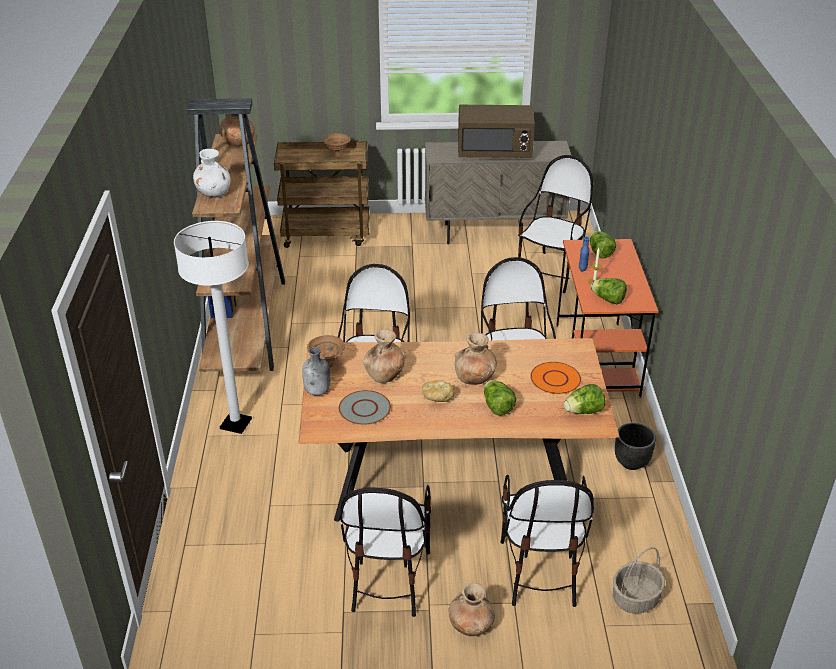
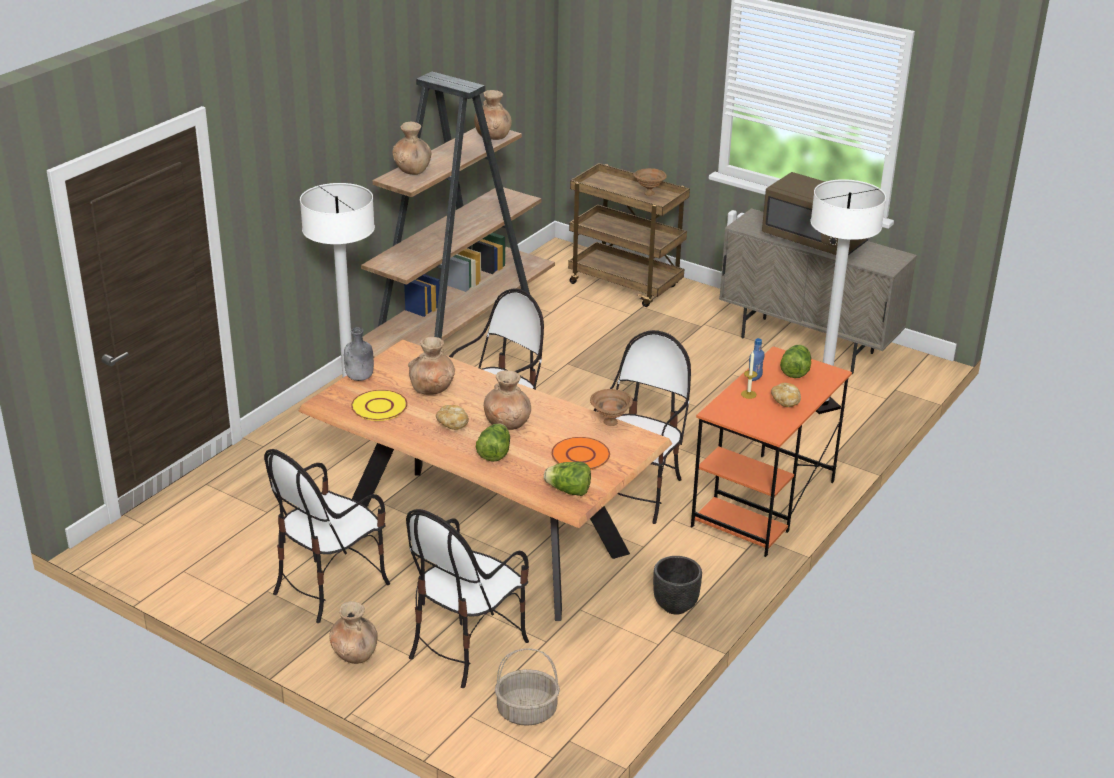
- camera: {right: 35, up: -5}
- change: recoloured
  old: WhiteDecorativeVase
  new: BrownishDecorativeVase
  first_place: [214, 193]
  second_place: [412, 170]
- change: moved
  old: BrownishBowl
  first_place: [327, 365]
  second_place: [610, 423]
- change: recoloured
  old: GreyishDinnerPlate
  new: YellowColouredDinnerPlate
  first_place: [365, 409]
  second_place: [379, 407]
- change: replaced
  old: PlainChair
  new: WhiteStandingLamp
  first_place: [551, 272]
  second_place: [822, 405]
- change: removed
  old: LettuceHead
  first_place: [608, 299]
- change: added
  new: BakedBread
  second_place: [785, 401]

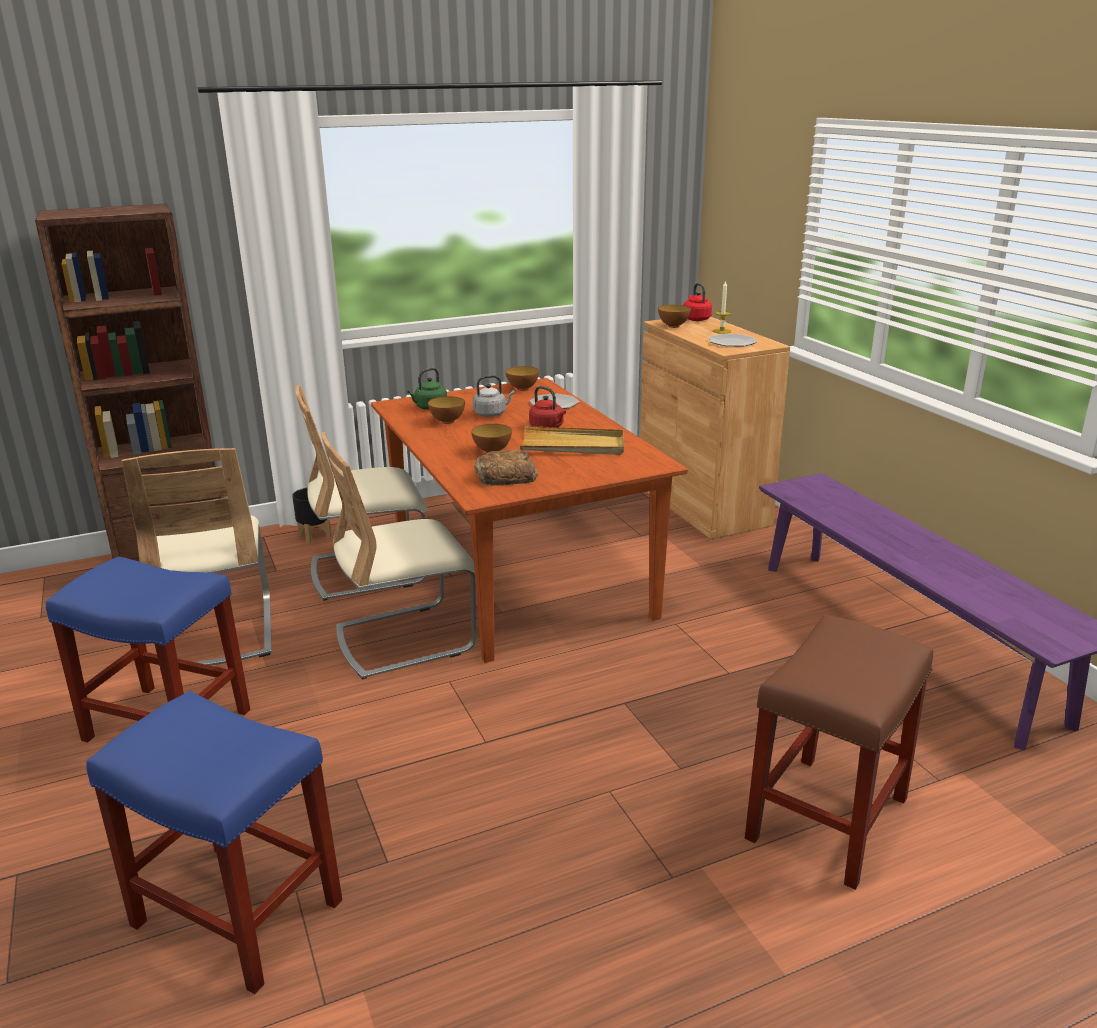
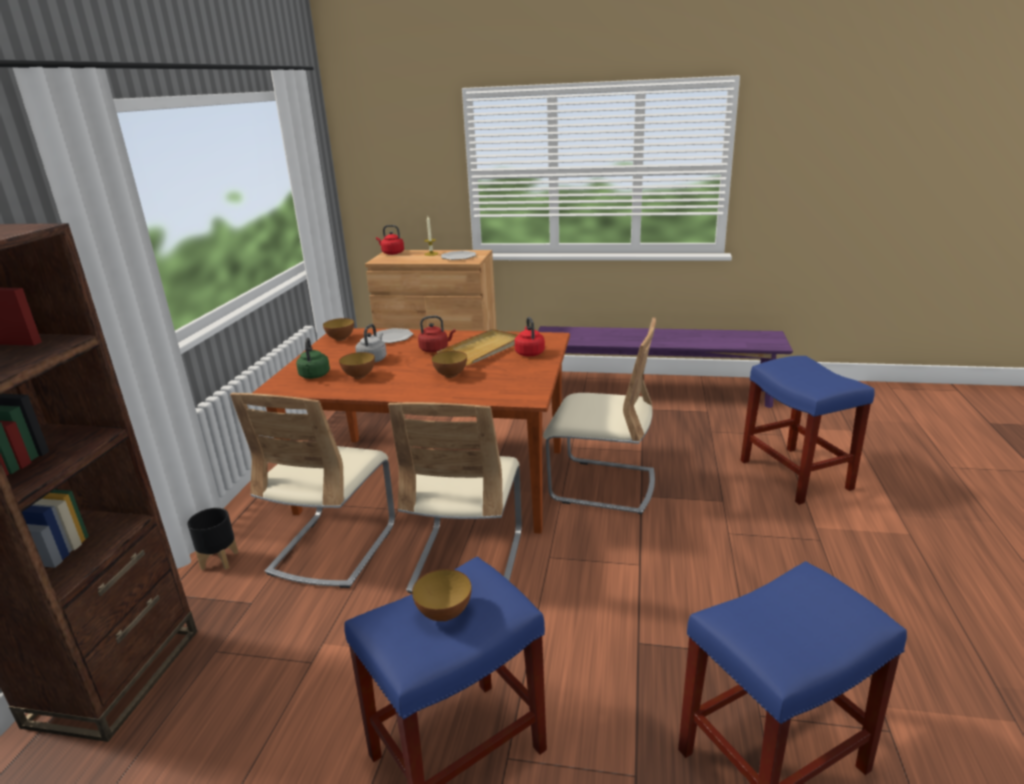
- camera: {right: -55, up: 0}
- change: moved
  old: BeigeColouredPlainChair
  first_place: [218, 633]
  second_place: [602, 486]
- change: removed
  old: BakedBread
  first_place: [505, 476]
- change: moved
  old: Bowl
  first_place: [673, 326]
  second_place: [444, 614]
- change: recoloured
  old: BrownishStool
  new: BluishStool
  first_place: [827, 820]
  second_place: [796, 475]
- change: added
  new: ReddishTeaKettle
  second_place: [529, 353]

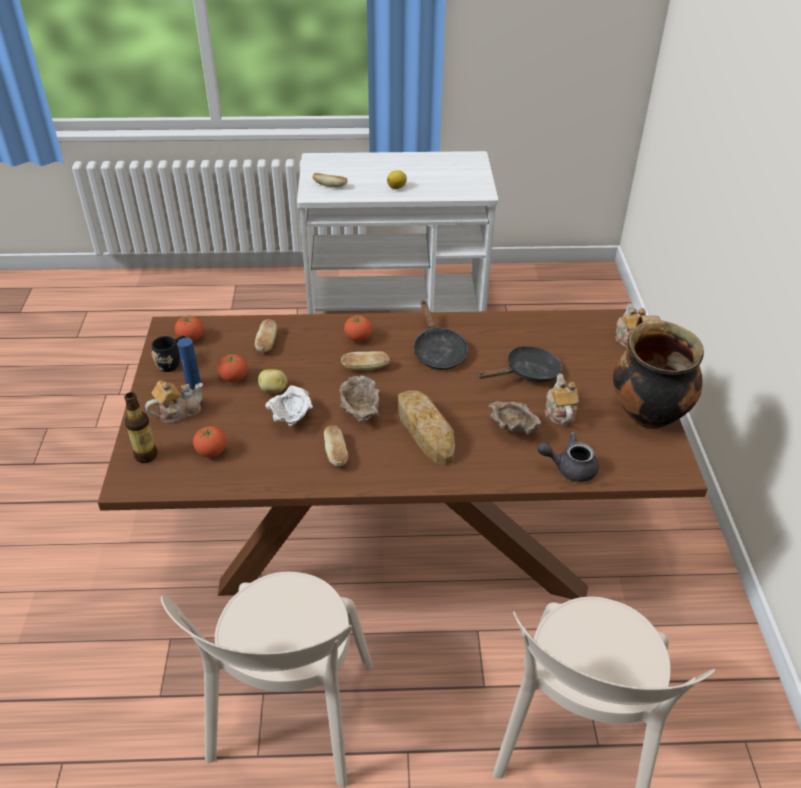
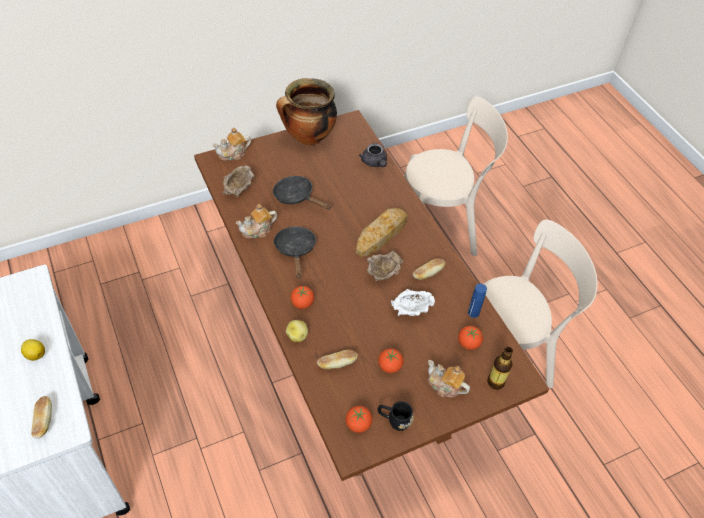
- camera: {right: -115, up: 10}
- change: moved
  old: BluishDrinkBottle
  first_place: [193, 384]
  second_place: [473, 313]
- change: moved
  old: WholePotato
  first_place: [274, 390]
  second_place: [297, 335]
- change: removed
  old: BakedBread
  first_place: [365, 368]
- change: turned
  old: BlackishPan
  first_place: [438, 351]
  second_place: [295, 250]
  degrees: -60
- change: moved
  old: BeigeColouredBowl
  first_place: [512, 430]
  second_place: [238, 189]
- change: moved
  old: PotForTea
  first_place: [559, 412]
  second_place: [257, 230]

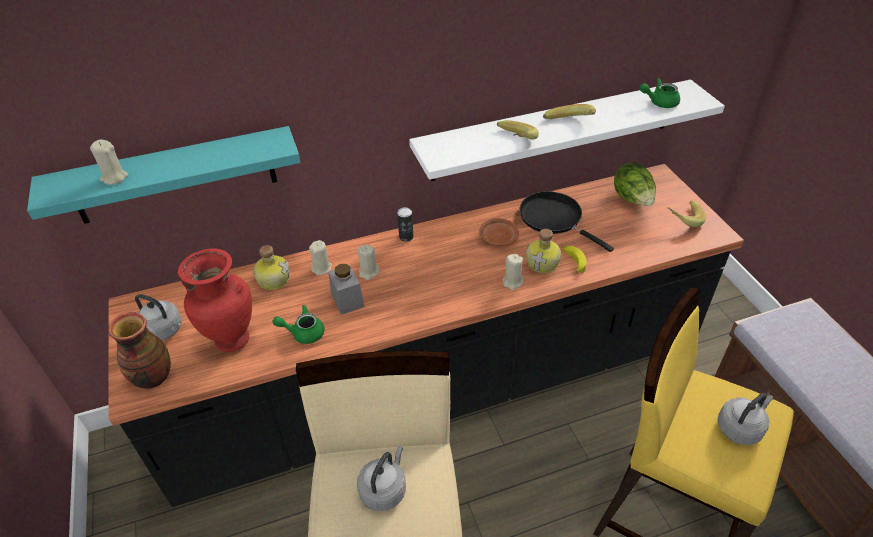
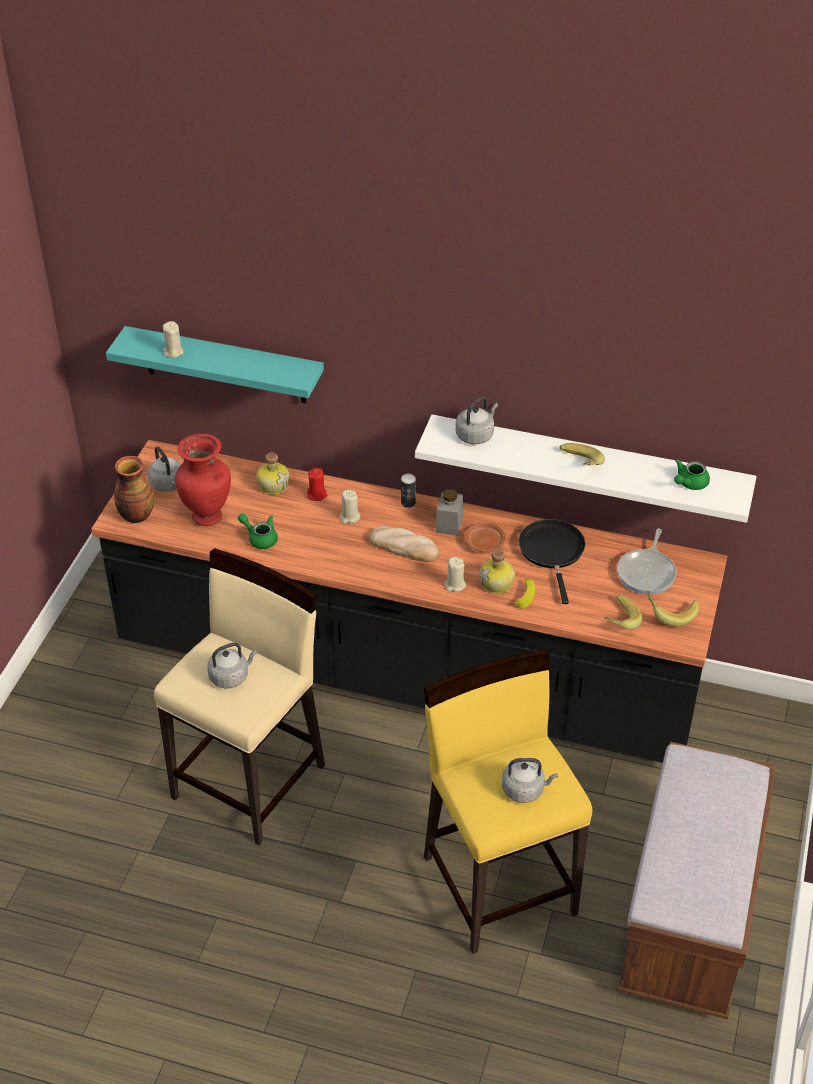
- camera: {right: 35, up: 0}
- change: recoloured
  old: BeigeColouredCandle
  new: ReddishCandle
  first_place: [322, 268]
  second_place: [317, 495]
- change: moved
  old: GreyishStorageJar
  first_place: [347, 300]
  second_place: [449, 524]
- change: moved
  old: BananaFruit
  first_place: [513, 142]
  second_place: [617, 621]
- change: replaced
  old: LettuceHead
  new: Pan
  first_place: [632, 200]
  second_place: [647, 572]
- change: turned
  old: GreenColouredPotForTea
  first_place: [659, 102]
  second_place: [689, 483]
  degrees: -75
- change: added
  new: BakedBread
  second_place: [404, 547]
- change: added
  new: GreyishTeaKettle
  second_place: [476, 435]

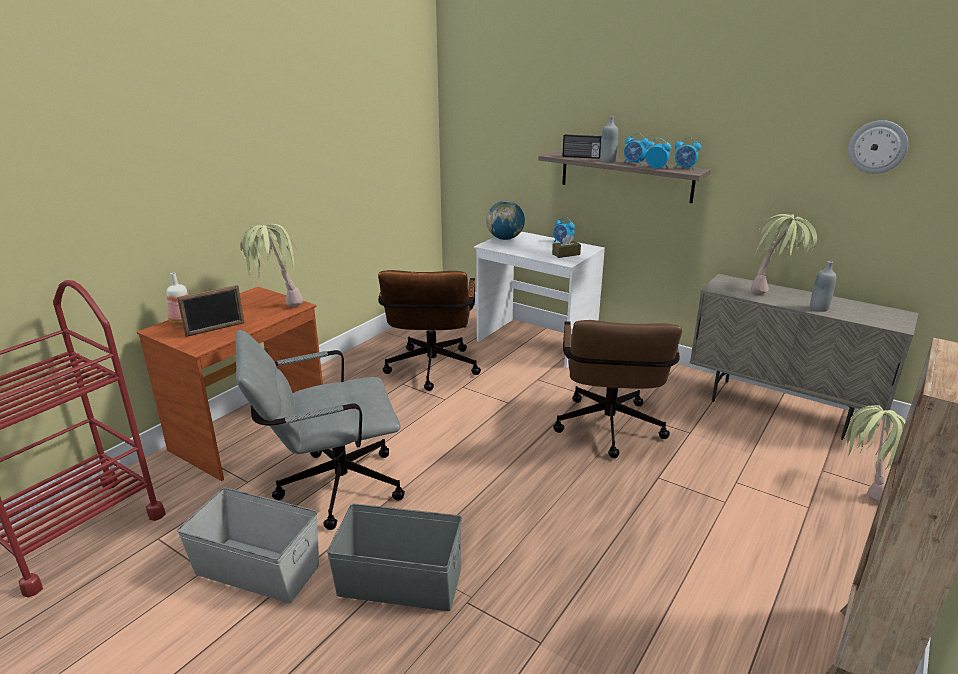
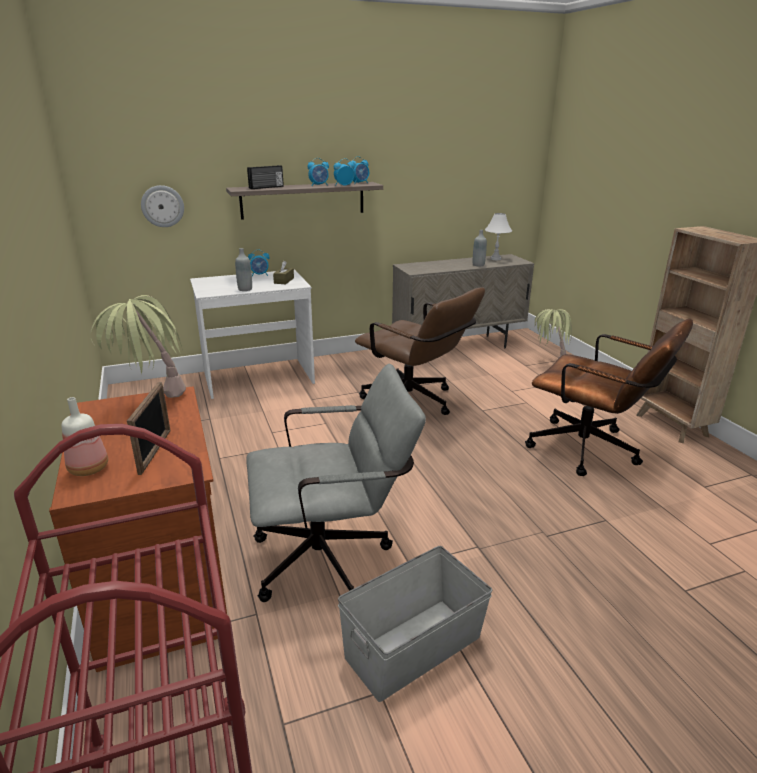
- camera: {right: -55, up: 0}
- change: turned
  old: GreyishComputerChair
  first_place: [329, 488]
  second_place: [333, 558]
  degrees: -120
- change: removed
  old: GreyishStorageContainer
  first_place: [400, 583]
- change: moved
  old: BrownishComputerChair
  first_place: [431, 372]
  second_place: [592, 451]
- change: removed
  old: DeskGlobe
  first_place: [505, 239]
- change: moved
  old: GreyishDrinkBottle
  first_place: [607, 161]
  second_place: [245, 289]
- change: removed
  old: Houseplant
  first_place: [775, 292]
- change: moved
  old: ClockOnTheWall
  first_place: [877, 147]
  second_place: [162, 206]
- change: added
  new: WhiteTableLamp
  second_place: [495, 259]

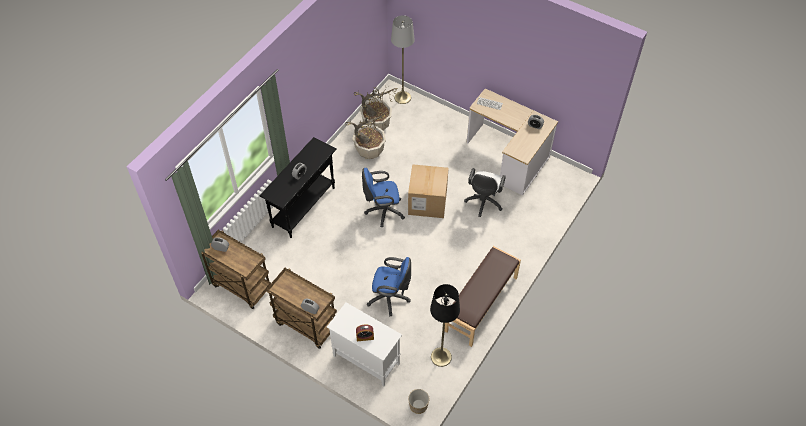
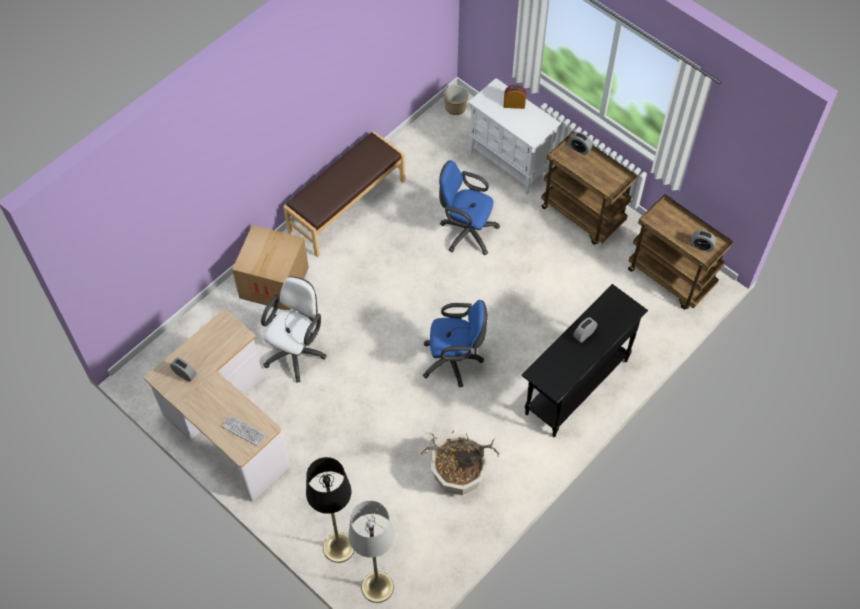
- camera: {right: -170, up: 5}
- change: removed
  old: Houseplant
  first_place: [376, 125]
- change: moved
  old: Carton
  first_place: [427, 202]
  second_place: [274, 282]
- change: moved
  old: BlackishStandingLamp
  first_place: [441, 357]
  second_place: [339, 547]

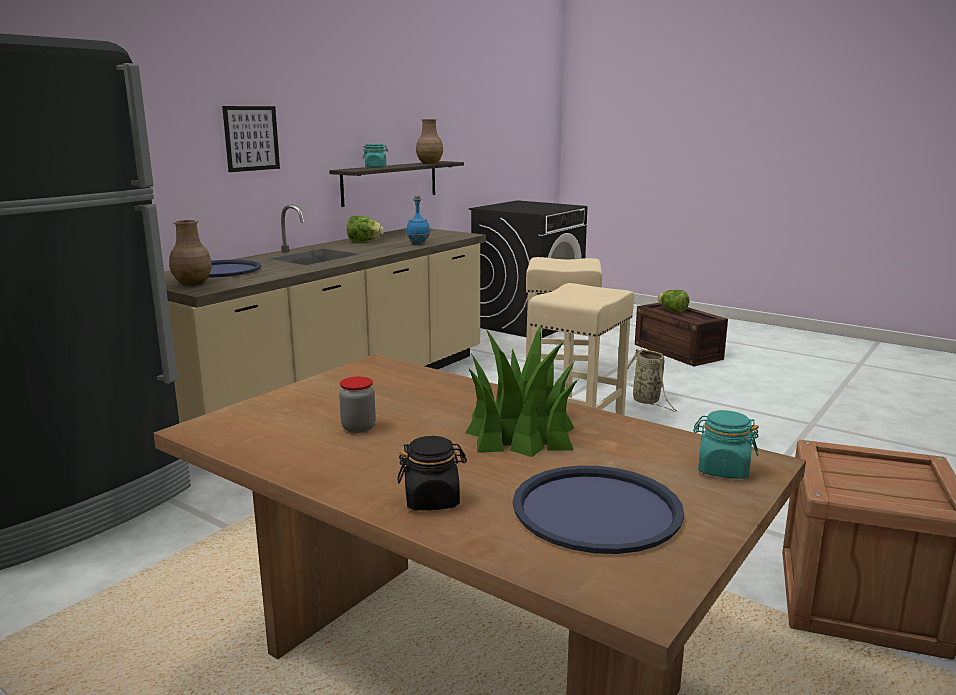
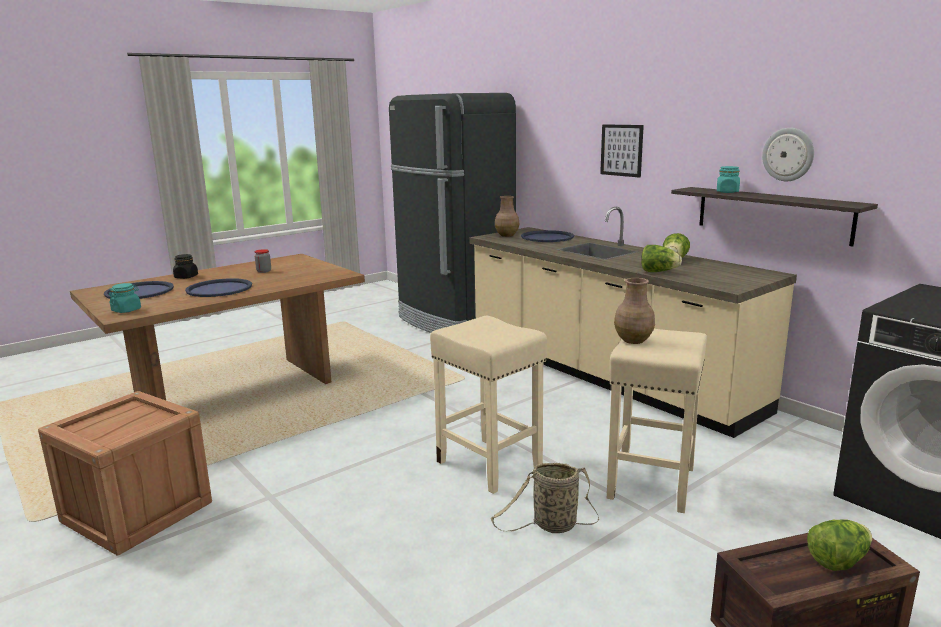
- camera: {right: 105, up: 0}
- change: replaced
  old: BluishDrinkBottle
  new: LettuceHead
  first_place: [418, 244]
  second_place: [658, 272]
- change: moved
  old: BrownishDecorativeVase
  first_place: [429, 163]
  second_place: [634, 340]
- change: replaced
  old: Houseplant
  new: BluishTray
  first_place: [521, 431]
  second_place: [219, 289]
- change: added
  new: ClockOnTheWall
  second_place: [788, 154]

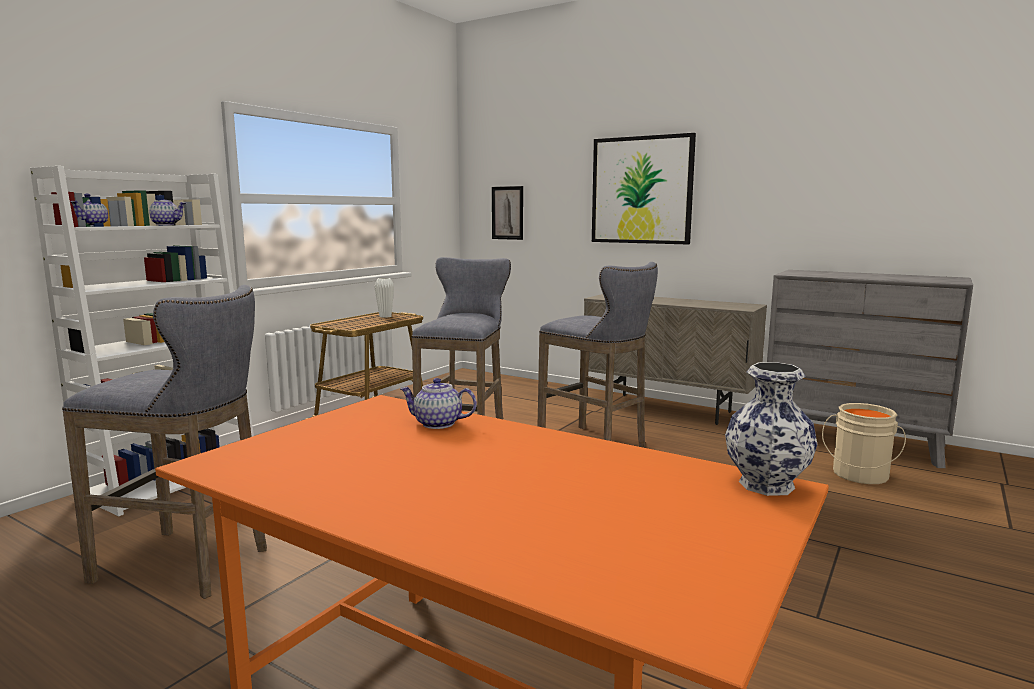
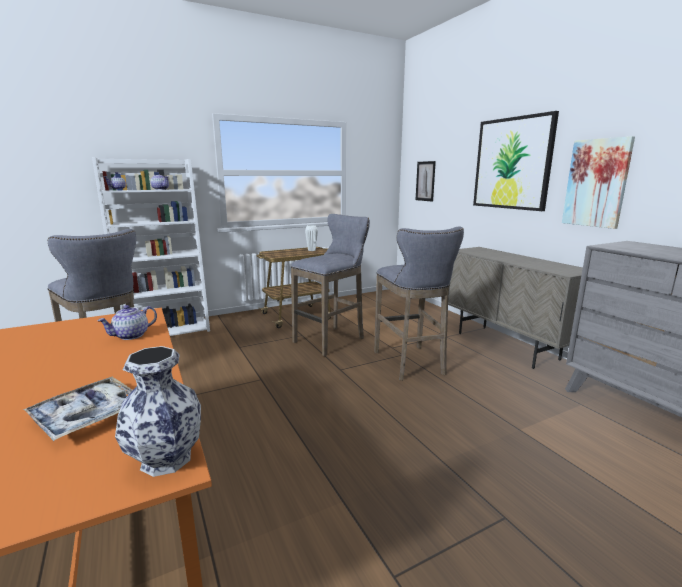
- camera: {right: 30, up: 5}
- change: turned
  old: PotForTea
  first_place: [437, 424]
  second_place: [131, 336]
  degrees: -90
- change: removed
  old: BeigeColouredPail
  first_place: [859, 475]
- change: added
  new: Tray
  second_place: [88, 415]
- change: added
  new: WallPicture
  second_place: [596, 183]

